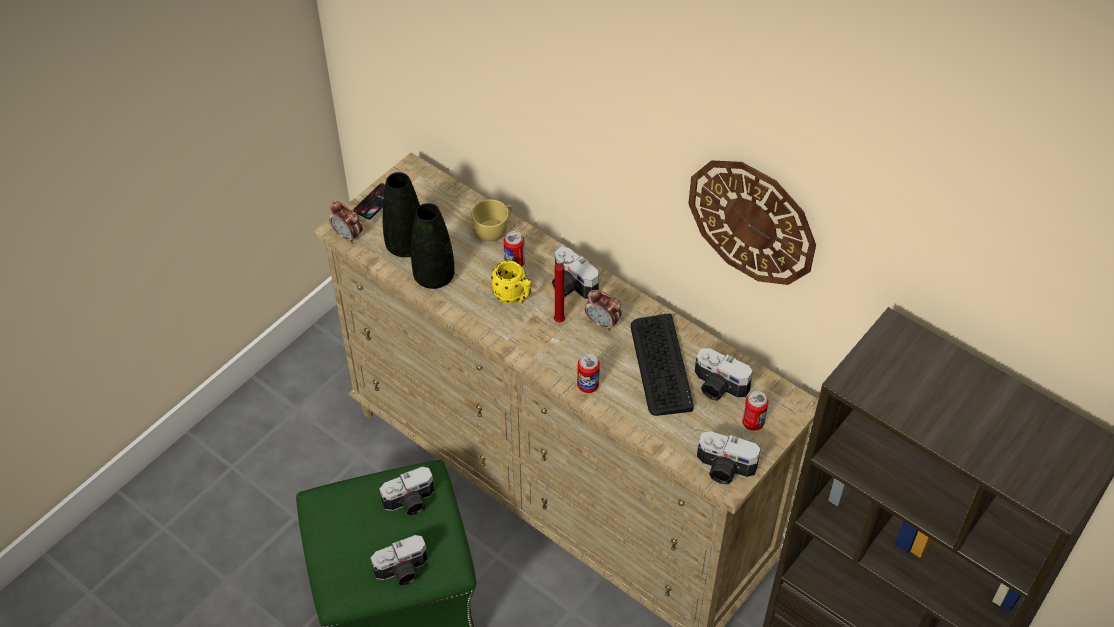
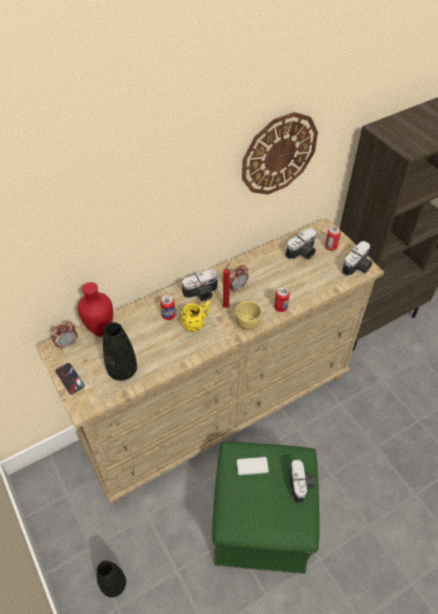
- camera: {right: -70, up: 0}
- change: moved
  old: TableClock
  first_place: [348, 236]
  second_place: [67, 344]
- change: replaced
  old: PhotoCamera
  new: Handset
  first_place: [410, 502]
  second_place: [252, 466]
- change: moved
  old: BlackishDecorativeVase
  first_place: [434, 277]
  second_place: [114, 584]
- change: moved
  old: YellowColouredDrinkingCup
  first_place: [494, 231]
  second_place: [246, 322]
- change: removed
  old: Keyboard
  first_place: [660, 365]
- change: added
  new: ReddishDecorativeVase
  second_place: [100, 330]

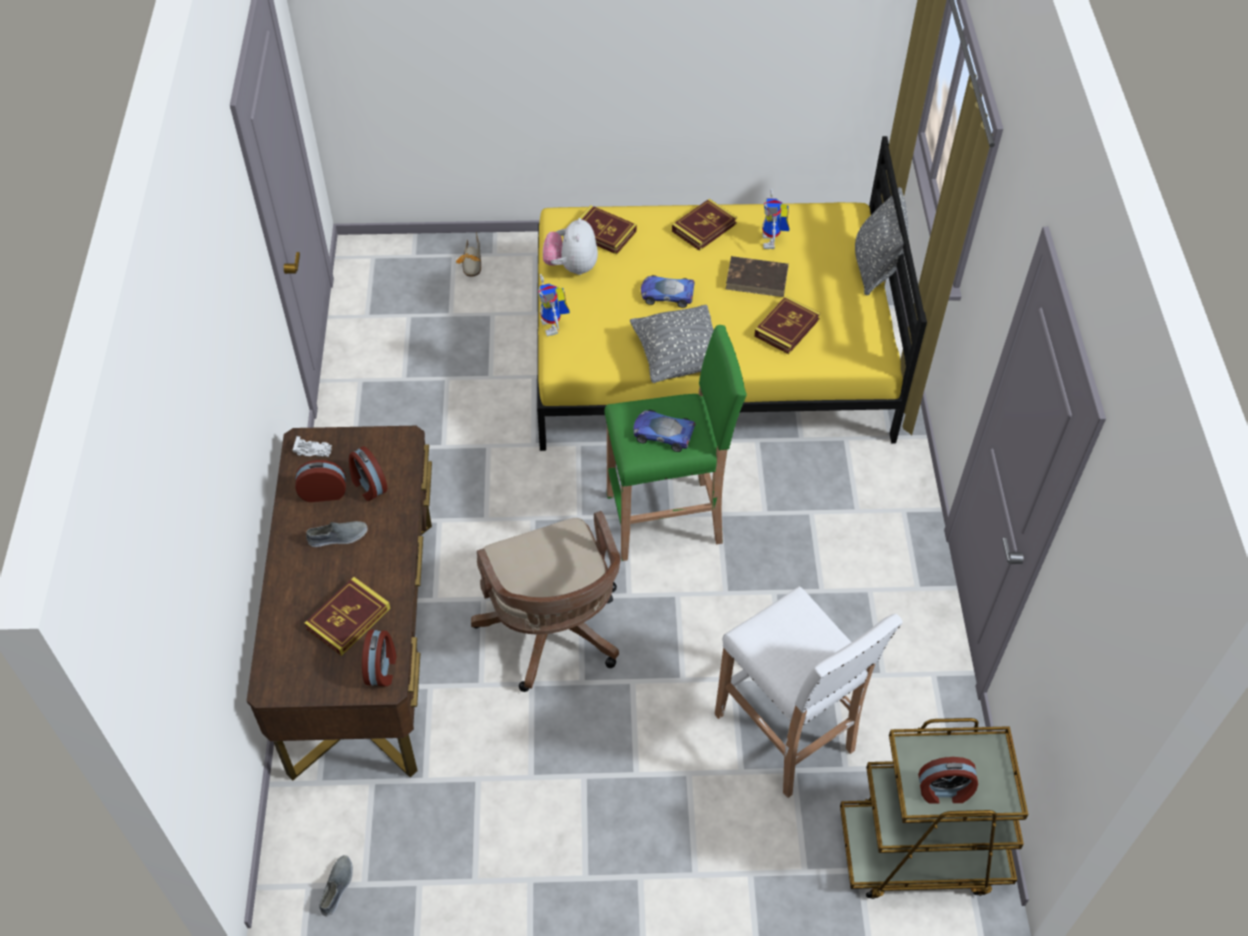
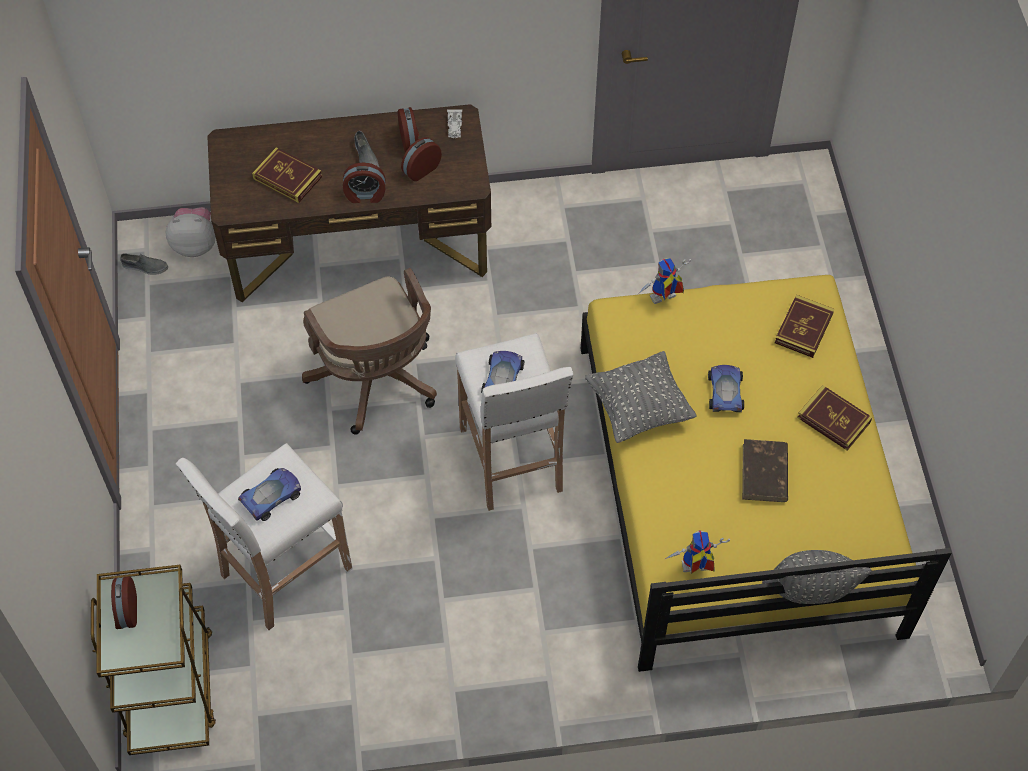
- camera: {right: 85, up: 5}
- change: moved
  old: TableClock
  first_place: [382, 668]
  second_place: [365, 195]
- change: removed
  old: ItemOfFootwear
  first_place: [472, 263]
- change: turned
  old: BrownishComputerChair
  first_place: [554, 633]
  second_place: [377, 382]
  degrees: -90
- change: moved
  old: SoftToy
  first_place: [571, 267]
  second_place: [195, 244]
- change: recoloured
  old: GreenColouredStool
  new: WhiteStool
  first_place: [667, 519]
  second_place: [512, 461]
- change: removed
  old: Book
  first_place: [786, 328]
- change: moved
  old: ToyRobot
  first_place: [772, 242]
  second_place: [693, 570]
- change: added
  new: MiniatureCar
  second_place: [272, 496]

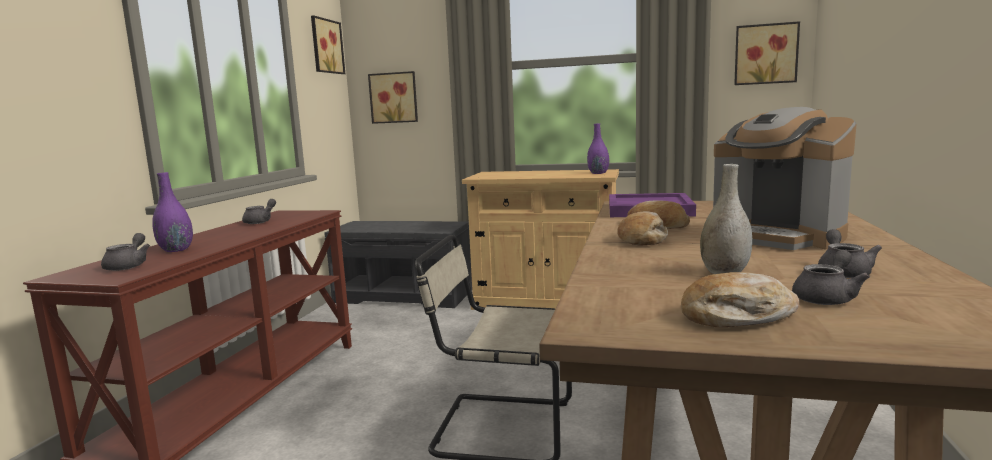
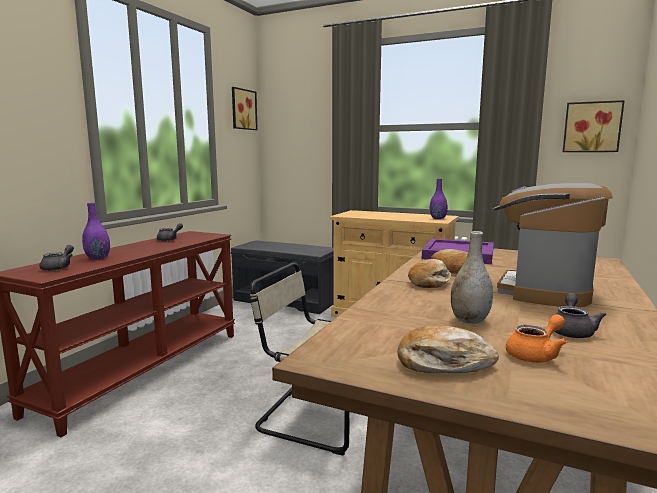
- camera: {right: 10, up: 0}
- change: removed
  old: WallPicture
  first_place: [394, 97]
- change: turned
  old: CoffeeMaker
  first_place: [777, 237]
  second_place: [543, 291]
  degrees: 60
- change: recoloured
  old: GreyishPotForTea
  new: OrangeColouredPotForTea
  first_place: [827, 298]
  second_place: [536, 355]

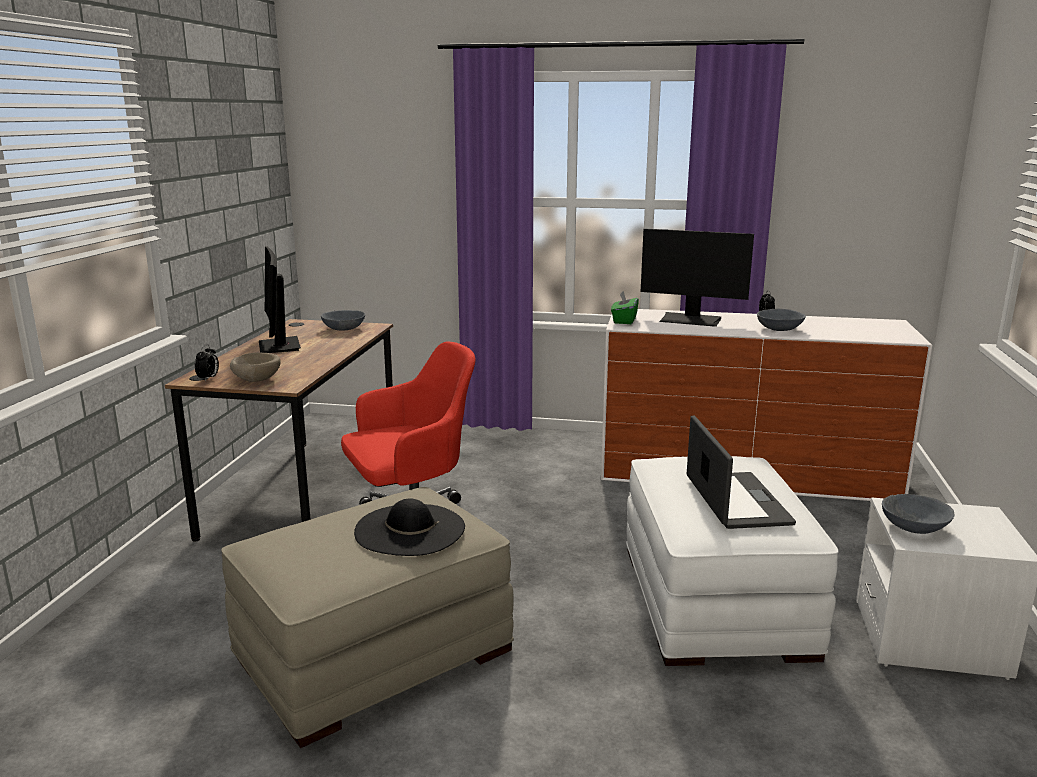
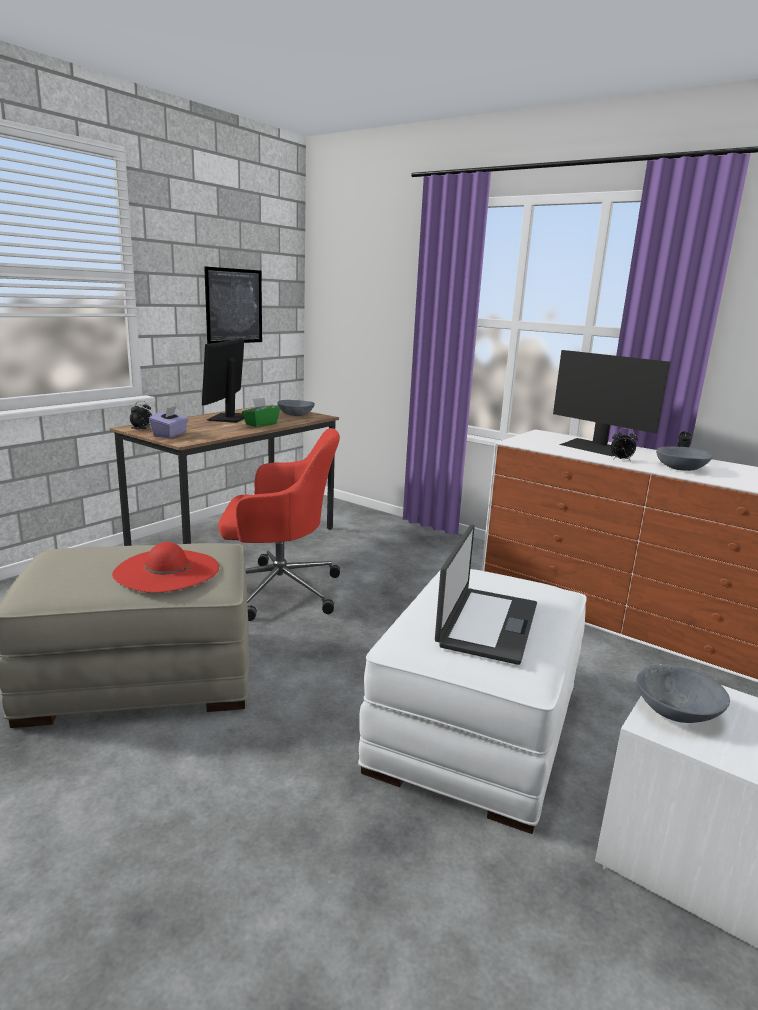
- camera: {right: 25, up: 0}
- change: replaced
  old: BeigeColouredBowl
  new: PurplishTissueHolder
  first_place: [256, 380]
  second_place: [170, 435]
- change: recoloured
  old: BlackishWearableHat
  new: ReddishWearableHat
  first_place: [410, 529]
  second_place: [166, 570]
- change: moved
  old: GreenColouredTissueHolder
  first_place: [624, 320]
  second_place: [260, 424]
- change: added
  new: WallPicture
  second_place: [234, 306]
- change: added
  new: TableClock
  second_place: [621, 460]

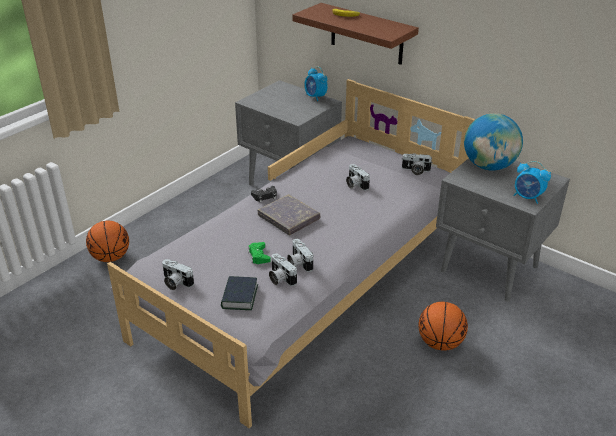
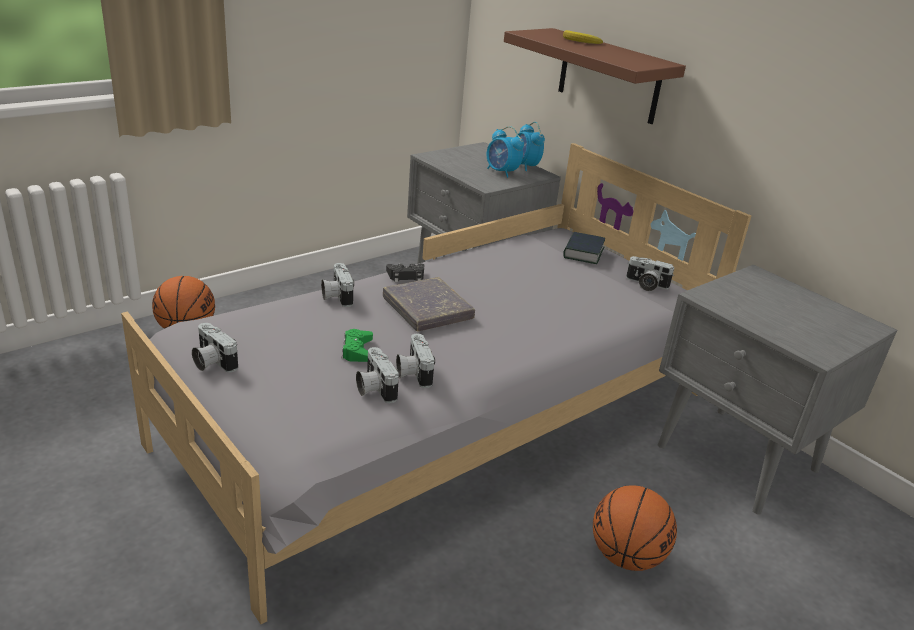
- camera: {right: 10, up: -5}
- change: moved
  old: Book
  first_place: [239, 297]
  second_place: [583, 253]
- change: moved
  old: PhotoCamera
  first_place: [355, 184]
  second_place: [336, 296]
- change: removed
  old: DeskGlobe
  first_place: [489, 166]
- change: moved
  old: TableClock
  first_place: [527, 197]
  second_place: [502, 172]

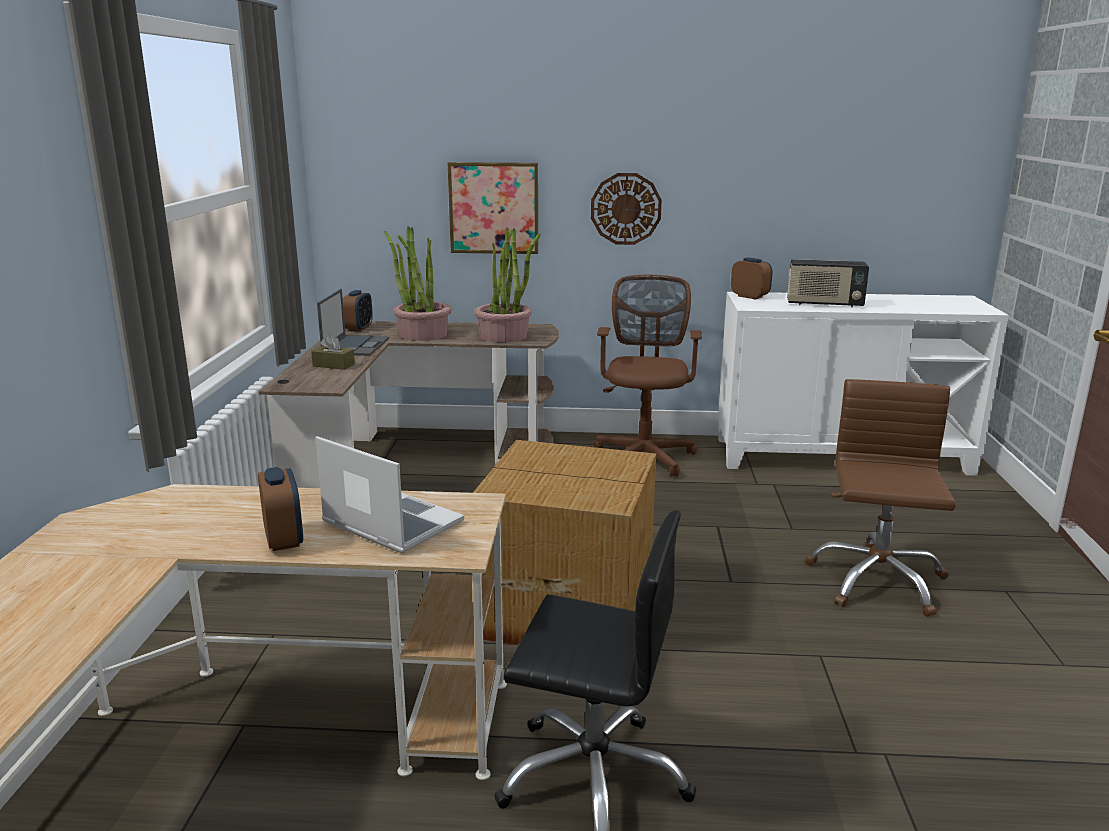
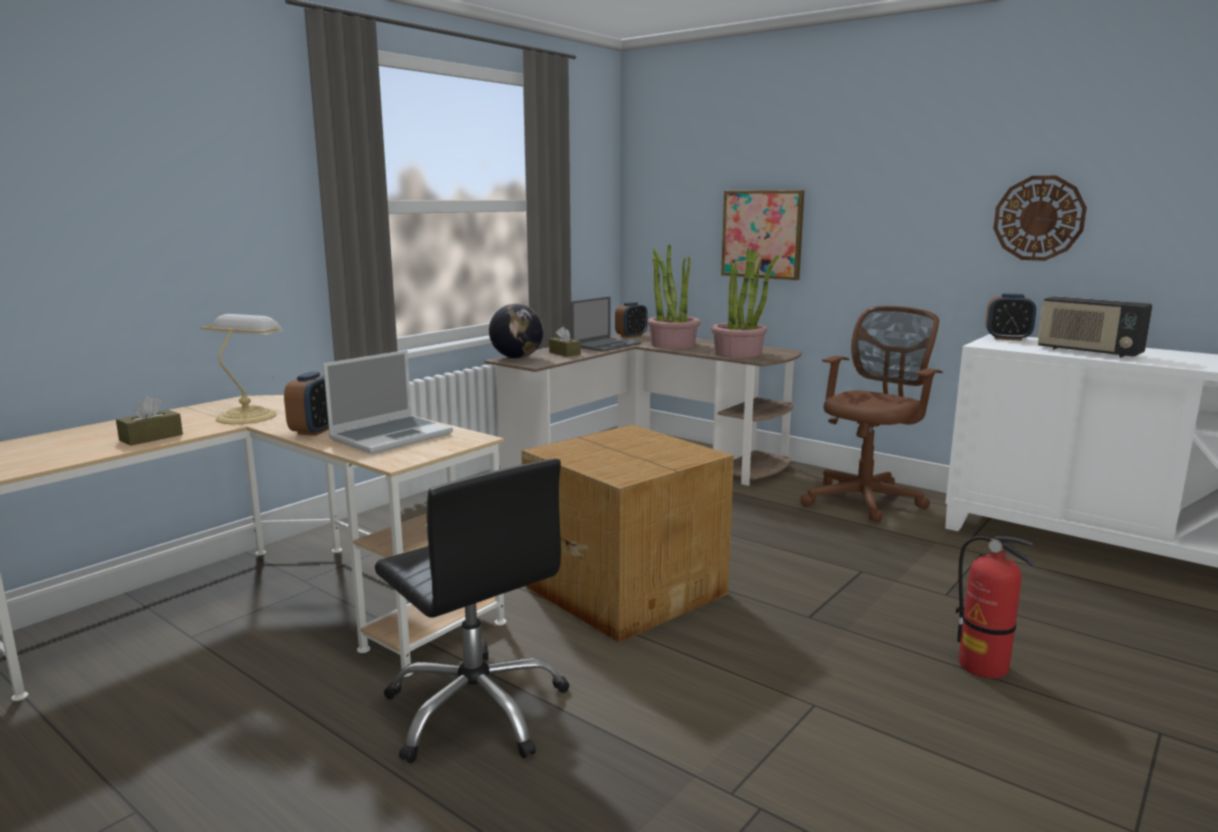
- camera: {right: 35, up: -5}
- change: turned
  old: Laptop
  first_place: [390, 523]
  second_place: [391, 436]
  degrees: 60
- change: moved
  old: ClockOnTheWall
  first_place: [626, 209]
  second_place: [1039, 218]
- change: turned
  old: TableClock
  first_place: [750, 296]
  second_place: [1007, 338]
  degrees: 120
- change: replaced
  old: BrownishComputerChair
  new: FireFightingCylinder
  first_place: [876, 580]
  second_place: [983, 666]
- change: added
  new: BrownishTissueHolder
  second_place: [151, 437]
- change: added
  new: TableLamp
  second_place: [248, 416]
- change: added
  new: DeskGlobe
  second_place: [517, 357]

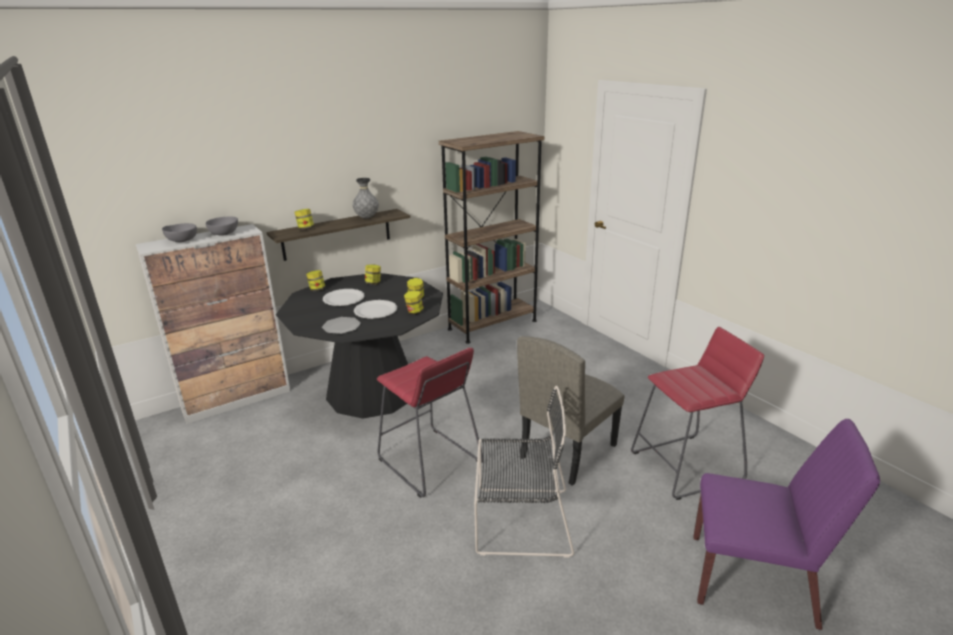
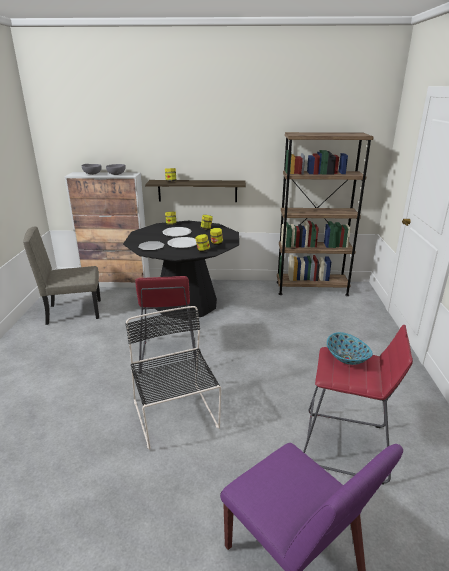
- camera: {right: 35, up: 0}
- change: removed
  old: GreyishDecorativeVase
  first_place: [367, 218]
- change: turned
  old: BlackishPlainChair
  first_place: [519, 520]
  second_place: [176, 416]
  degrees: -150
- change: moved
  old: BeigeColouredPlainChair
  first_place: [567, 451]
  second_place: [74, 311]
- change: added
  new: Bowl
  second_place: [347, 359]

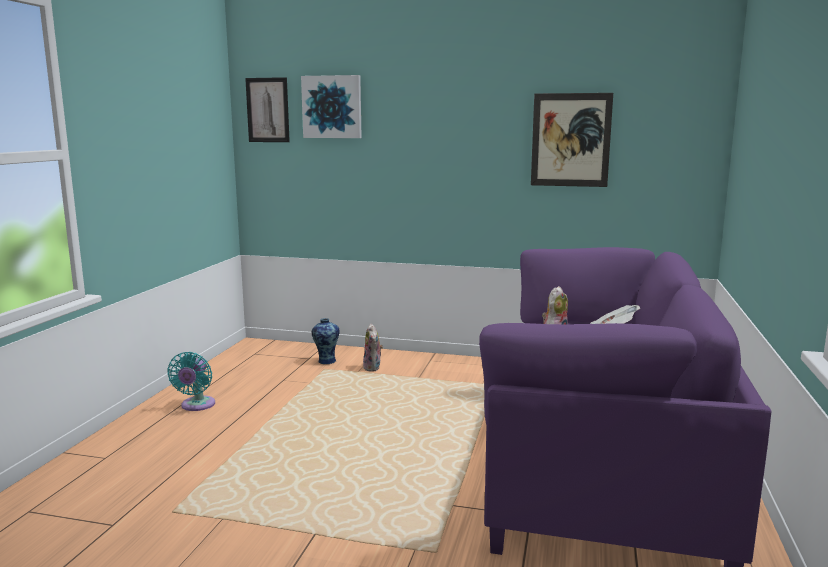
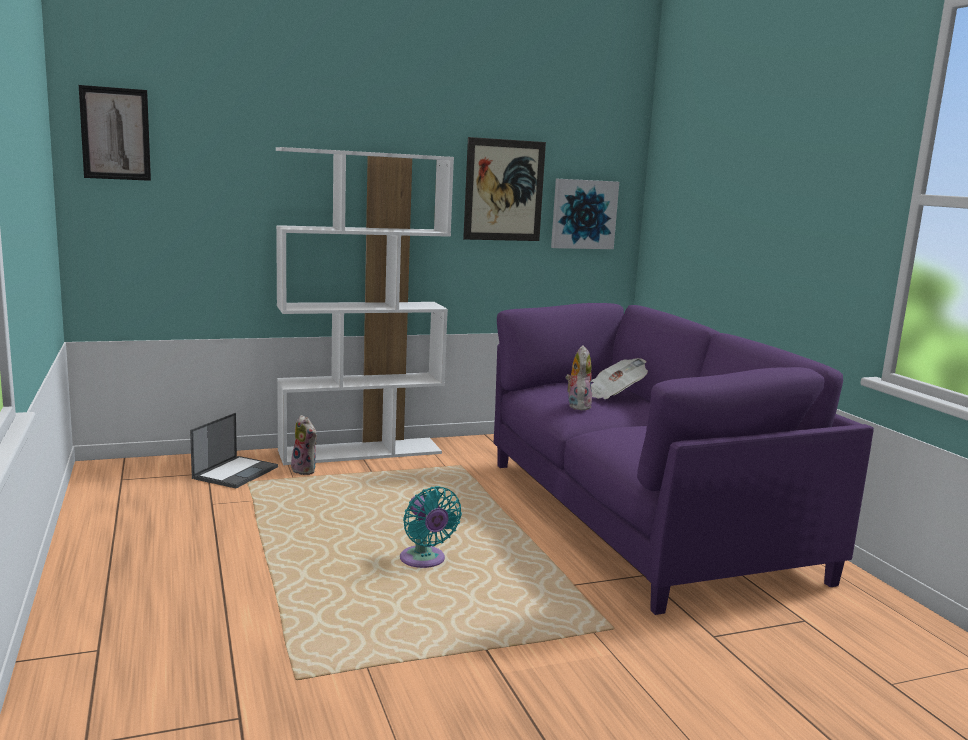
- camera: {right: -35, up: 0}
- change: moved
  old: TurquoiseFan
  first_place: [196, 406]
  second_place: [424, 561]
- change: moved
  old: WallPicture
  first_place: [332, 107]
  second_place: [583, 214]
- change: replaced
  old: DecorativeVase
  new: Laptop
  first_place: [326, 361]
  second_place: [236, 472]
- change: added
  new: WhiteBookshelf
  second_place: [361, 451]

